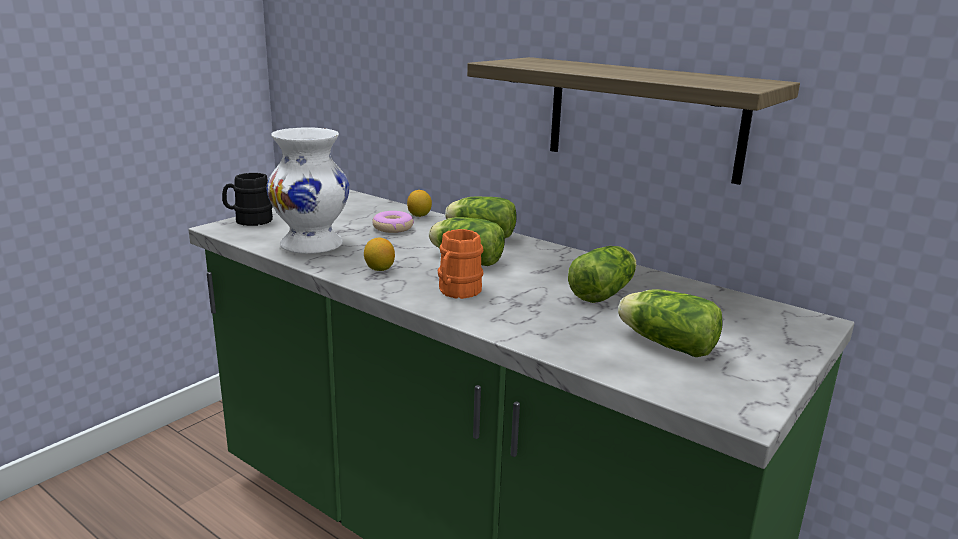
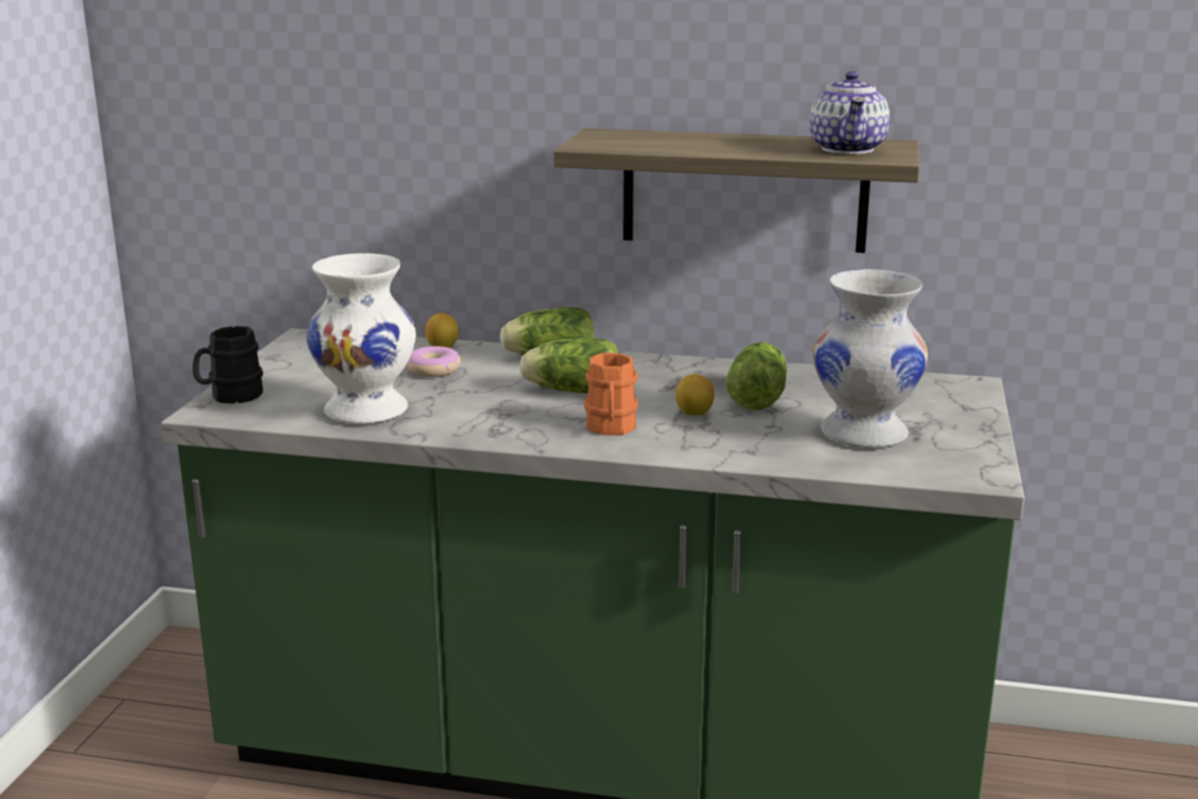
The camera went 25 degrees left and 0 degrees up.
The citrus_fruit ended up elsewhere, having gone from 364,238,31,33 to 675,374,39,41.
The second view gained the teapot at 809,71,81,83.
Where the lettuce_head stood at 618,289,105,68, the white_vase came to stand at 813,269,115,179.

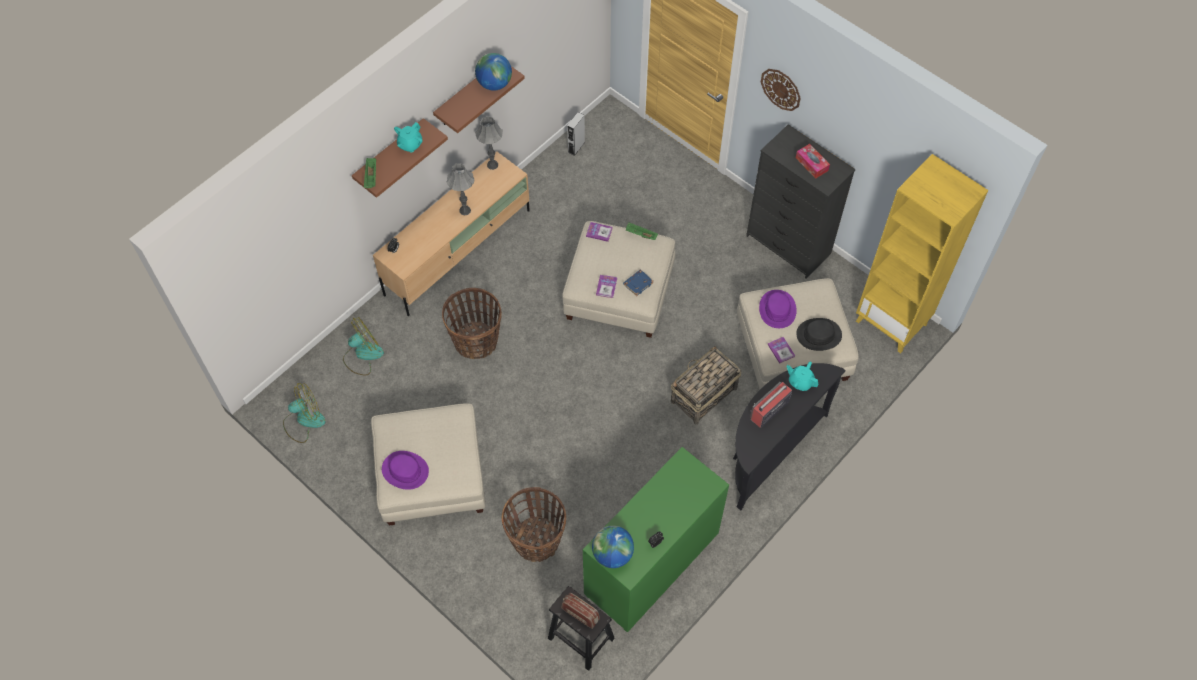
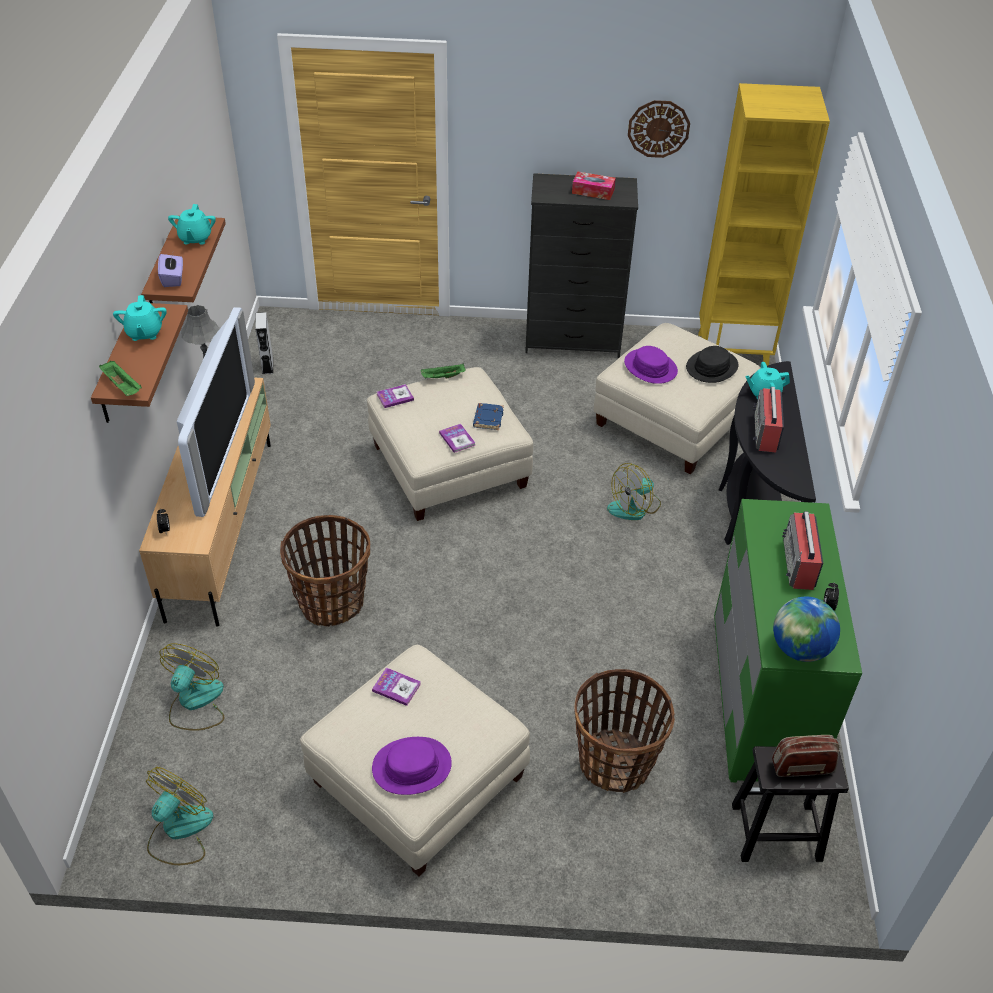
The camera went 40 degrees left and 15 degrees down.
The second view gained the purplish_tissue_holder at 158,253,25,34.
Where the desk_globe stood at 475,53,37,38, the blue-green_teapot came to stand at 168,204,48,41.
Where the grey_table_lamp stood at 446,163,28,52, the television came to stand at 177,307,78,210.
The volume ended up elsewhere, having gone from 768,337,28,27 to 372,667,49,39.
Where the household_basket stood at 671,346,70,79, the cooling_fan came to stand at 607,463,54,57.
The hanging_clock ended up elsewhere, having gone from 761,69,40,42 to 628,100,62,58.
The second view gained the radio_receiver at 782,511,41,79.

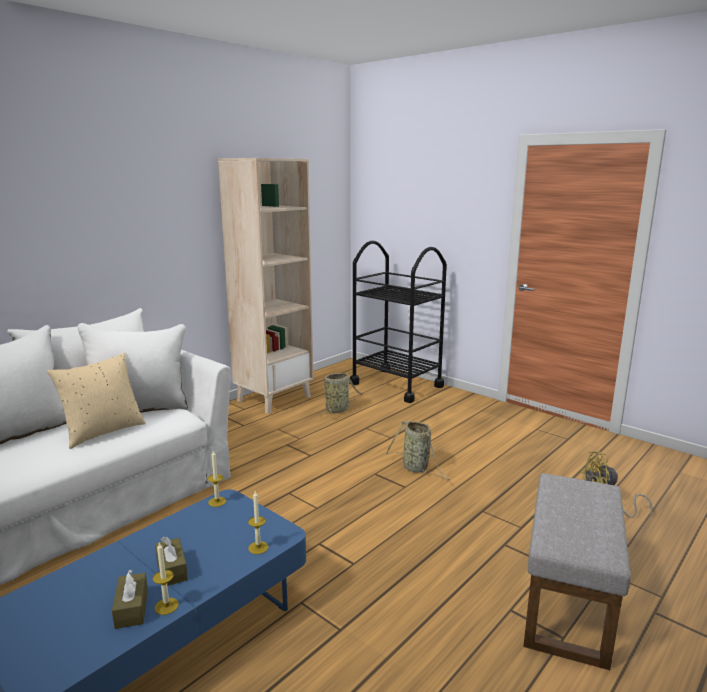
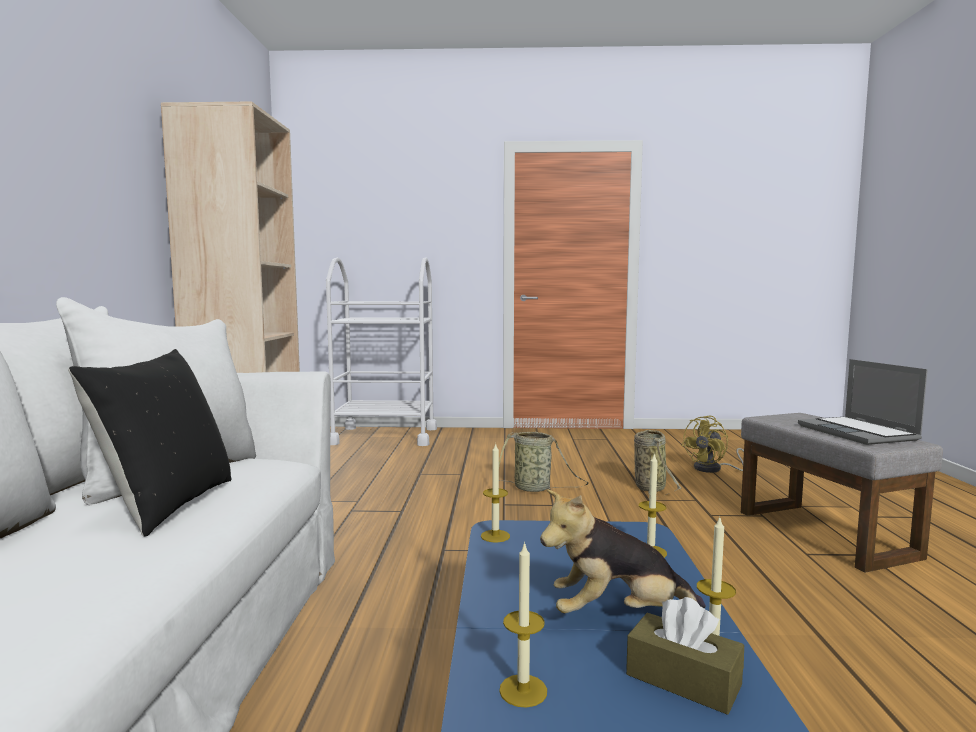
The camera went 40 degrees left and 10 degrees down.
What was the sand-coloured_throw_pillow at 47,352,98,97 turned into the black_throw_pillow at 68,349,163,188.
What was the black_cart at 350,241,97,162 turned into the white_cart at 326,257,111,189.
The second view gained the wax_light at 499,541,48,167.
Where the brown-coloured_tissue_holder stood at 155,536,33,50, the soft_toy came to stand at 540,489,166,124.
The household_basket ended up elsewhere, having gone from 318,373,44,42 to 634,430,47,67.
The second view gained the notebook_computer at 798,359,130,86.

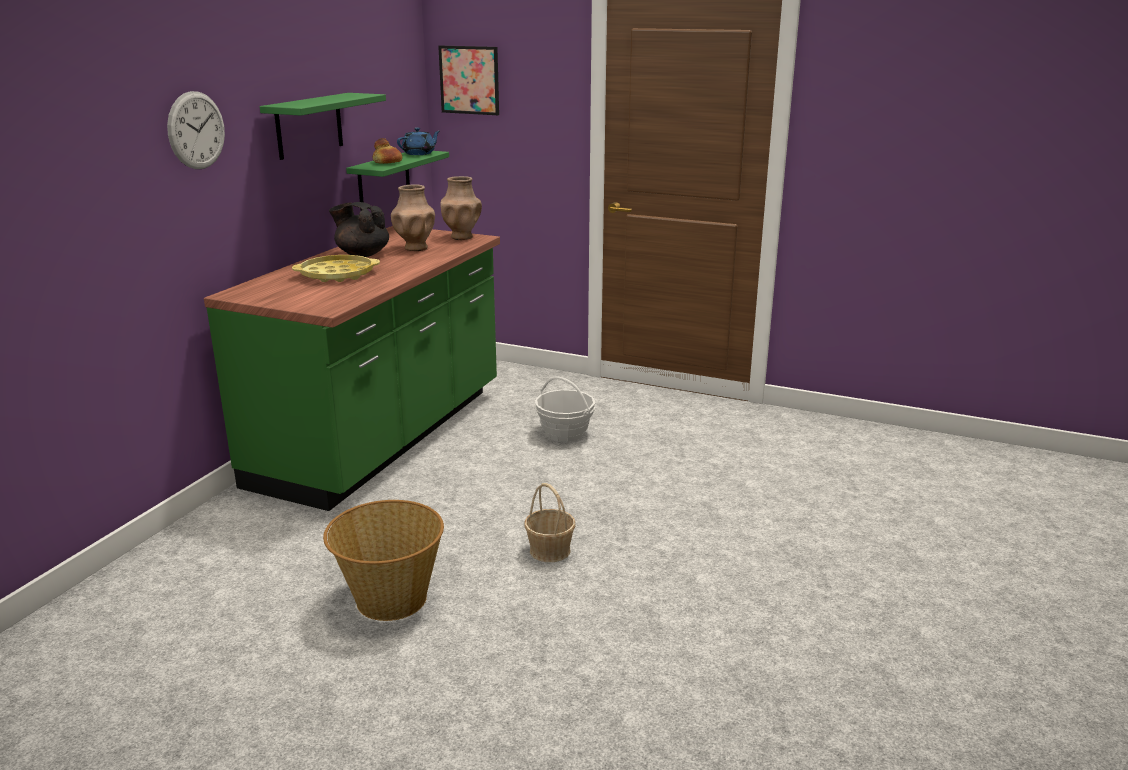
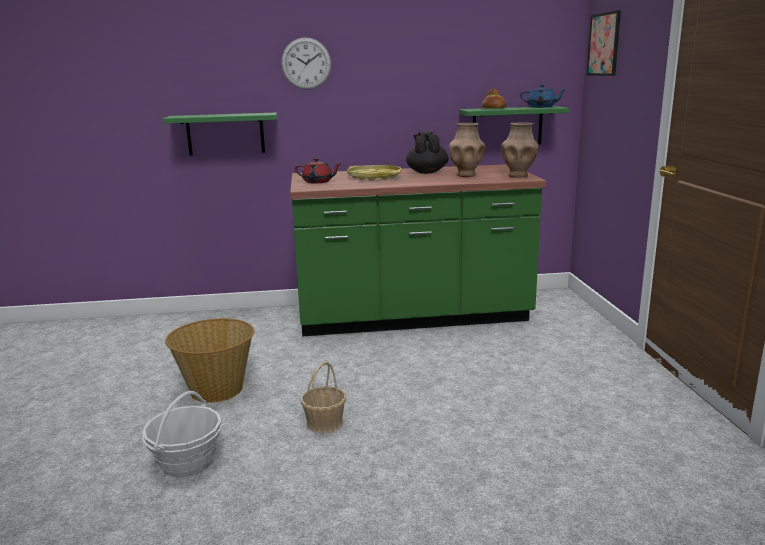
The camera went 60 degrees right and 5 degrees down.
The household_basket ended up elsewhere, having gone from 534,376,61,66 to 142,391,80,87.
The green-coloured_shelf ended up elsewhere, having gone from 260,93,126,67 to 162,113,115,43.
The second view gained the red-coloured_teapot at 295,158,47,26.

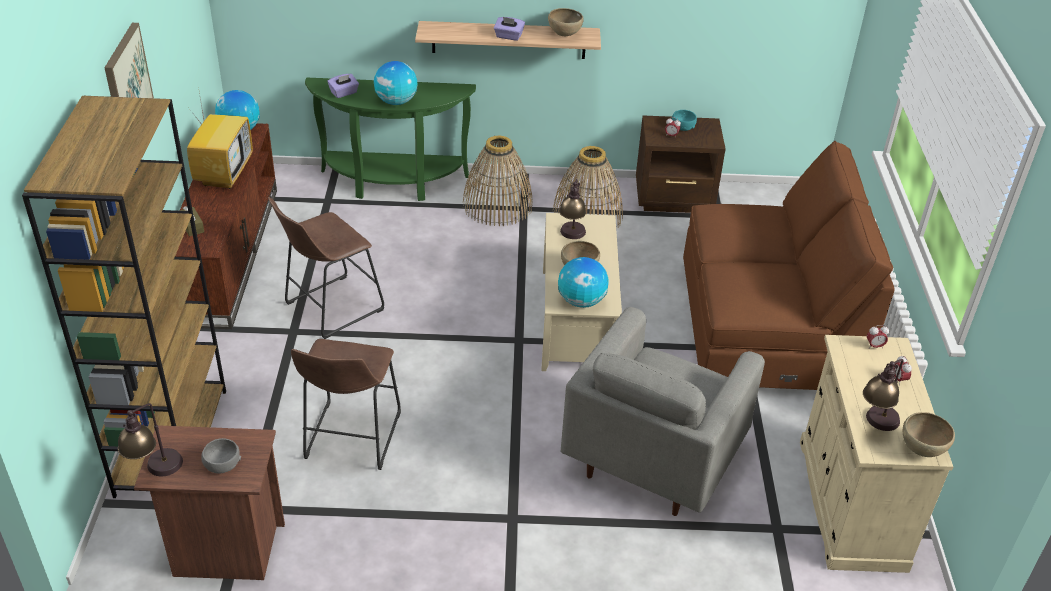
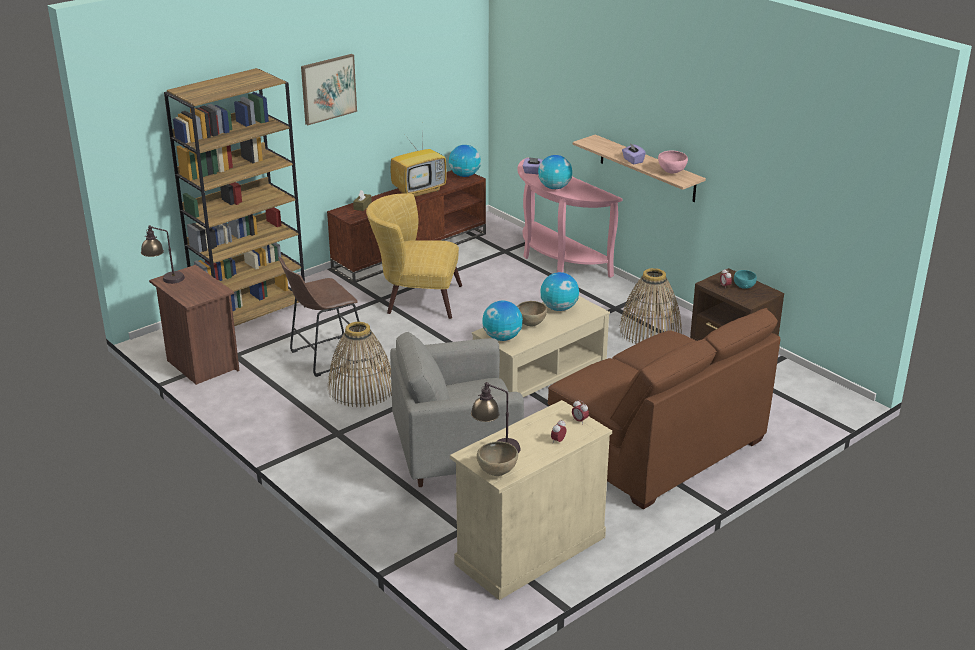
The camera went 50 degrees right and 10 degrees down.
The household_basket ended up elsewhere, having gone from 463,136,70,90 to 328,322,64,86.
Where the brown-coloured_stool_seat stood at 268,197,116,142, the yellow_armchair came to stand at 366,193,96,126.
What was the green-coloured_hall_table at 305,77,171,124 turned into the pink-coloured_hall_table at 517,158,105,120.
Where the table_lamp stood at 559,179,27,60, the desk_globe came to stand at 540,272,39,39.
What was the brown-coloured_bowl at 548,8,36,28 turned into the pink-coloured_bowl at 658,150,30,24.
The second view lost the grey_bowl at 201,438,40,36.

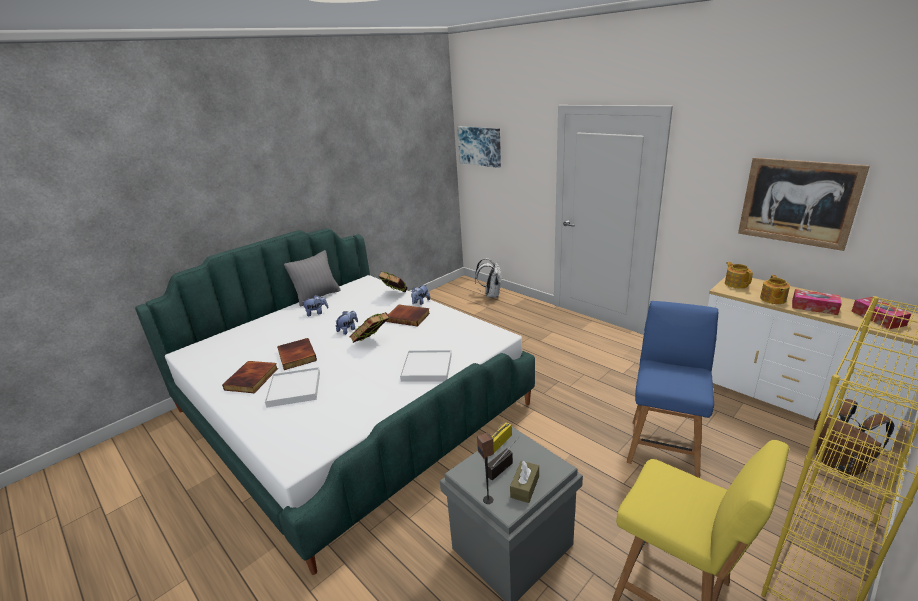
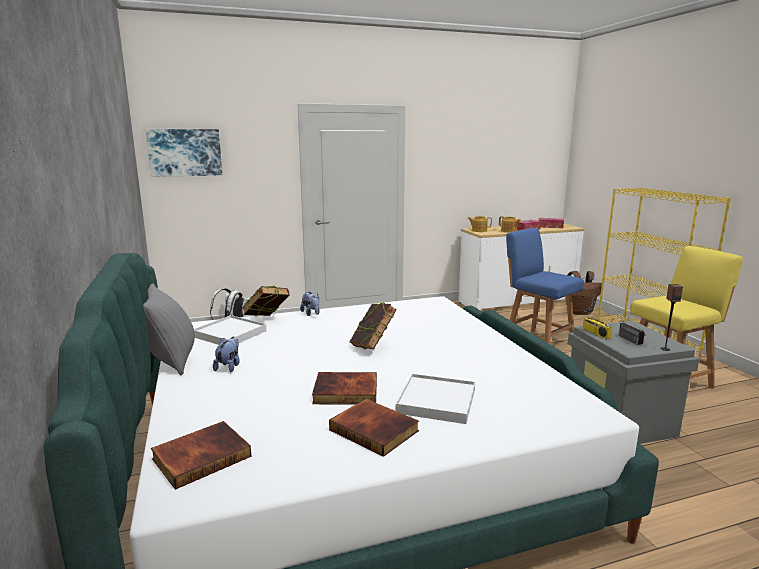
The camera went 65 degrees left and 10 degrees down.
The volume ended up elsewhere, having gone from 386,305,44,21 to 151,421,101,69.
The white_carrying_tray ended up elsewhere, having gone from 400,350,52,32 to 194,315,72,30.
The second view lost the soft_toy at 335,311,23,24.
The second view lost the brown-coloured_tissue_holder at 510,461,29,42.
The second view lost the wall_picture at 738,157,132,94.

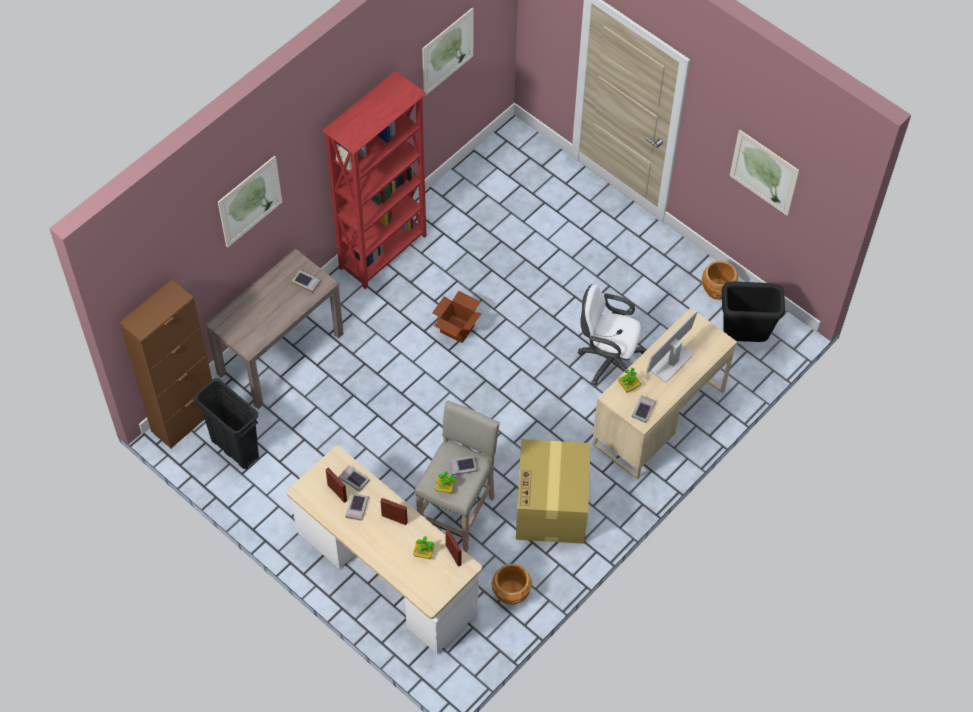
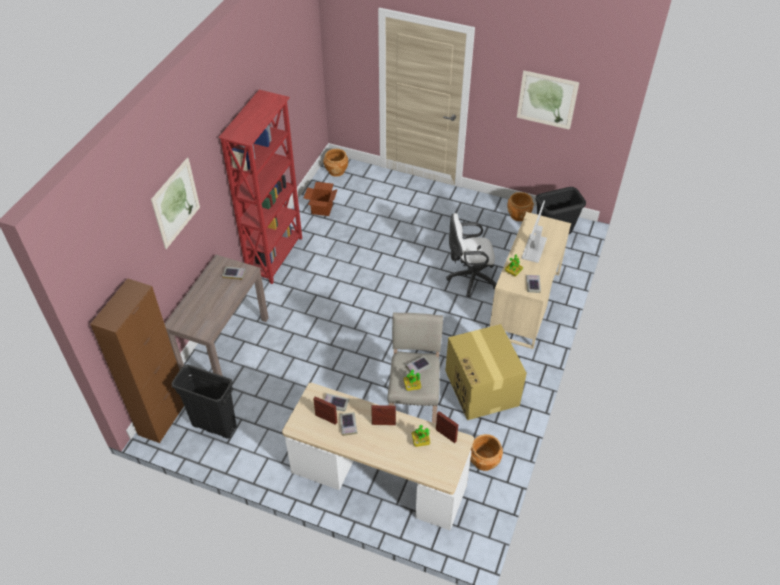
The camera went 20 degrees left and 10 degrees down.
The carton ended up elsewhere, having gone from 432,291,50,52 to 304,182,34,34.
The second view gained the brown-coloured_flower_pot at 323,149,25,28.
The second view lost the wall_picture at 422,7,52,89.

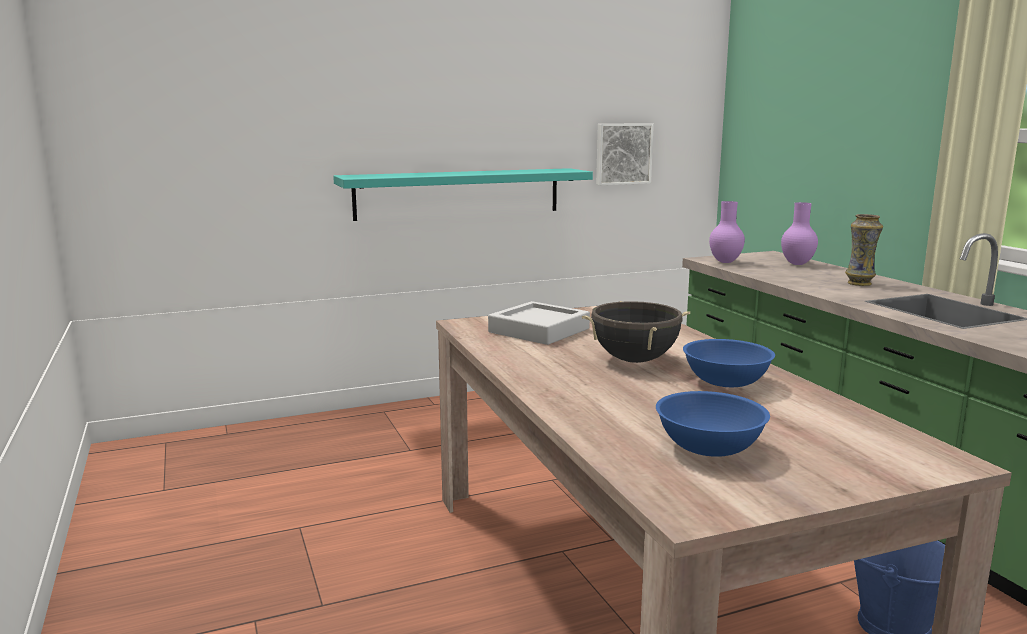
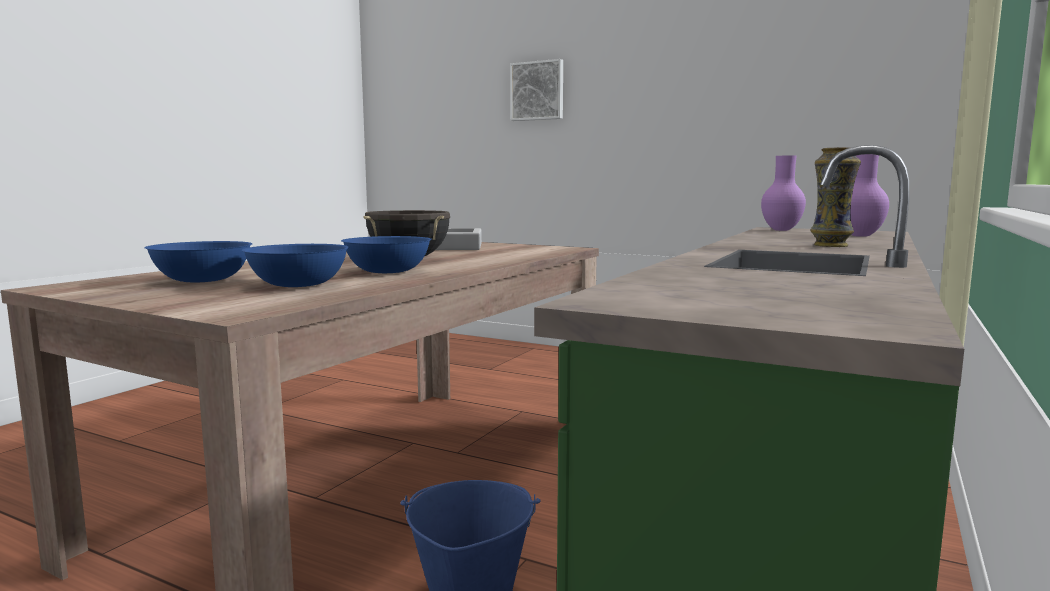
The camera went 50 degrees right and 5 degrees down.
The second view gained the bluish_bowl at 241,244,108,43.
The wall_picture ended up elsewhere, having gone from 596,123,58,62 to 510,59,53,62.
The second view lost the blue-green_shelf at 333,168,260,53.

